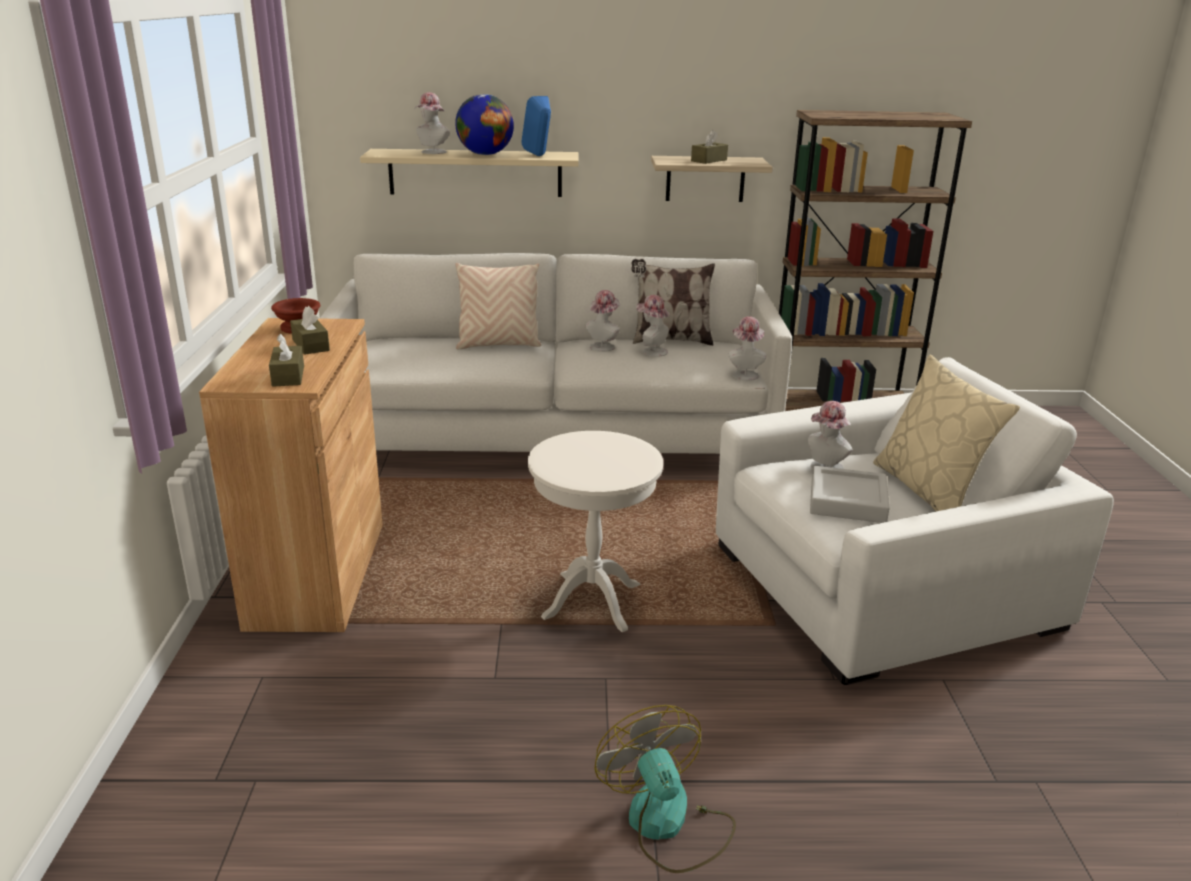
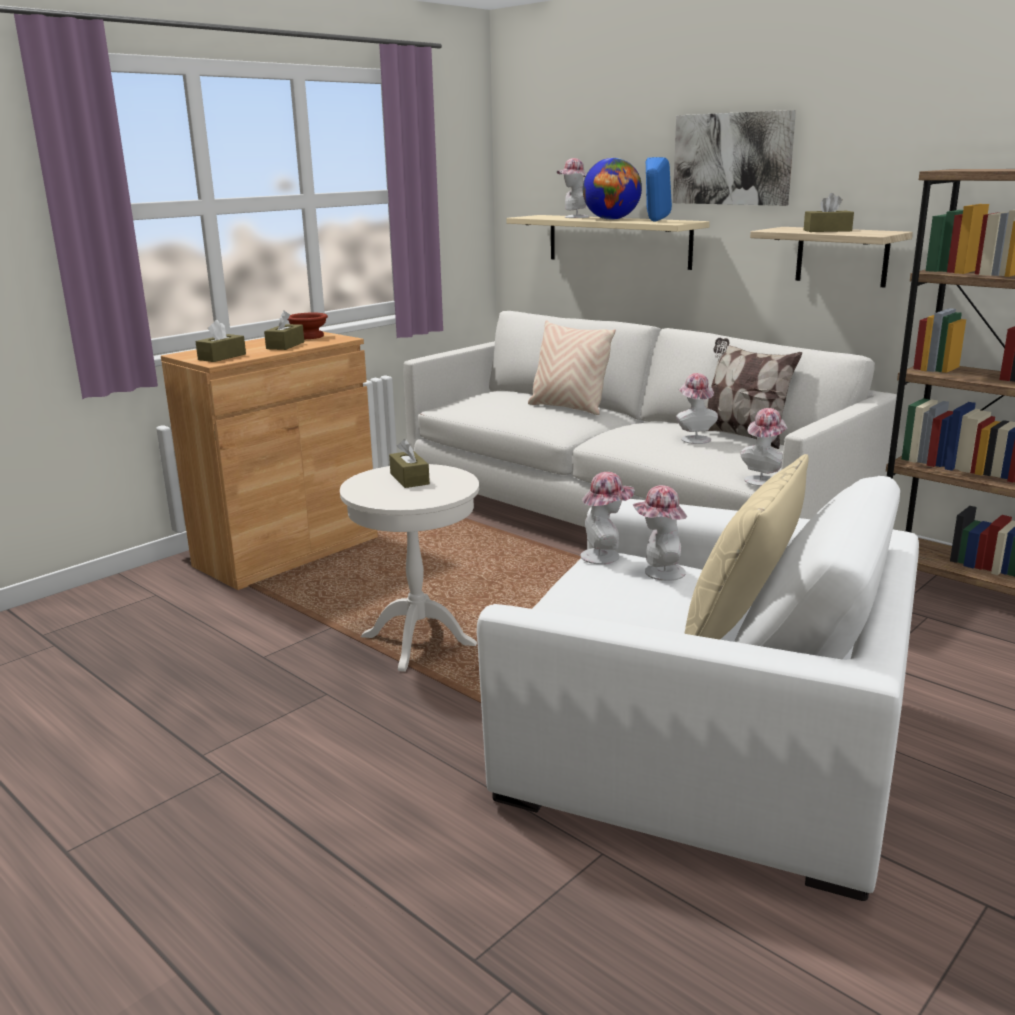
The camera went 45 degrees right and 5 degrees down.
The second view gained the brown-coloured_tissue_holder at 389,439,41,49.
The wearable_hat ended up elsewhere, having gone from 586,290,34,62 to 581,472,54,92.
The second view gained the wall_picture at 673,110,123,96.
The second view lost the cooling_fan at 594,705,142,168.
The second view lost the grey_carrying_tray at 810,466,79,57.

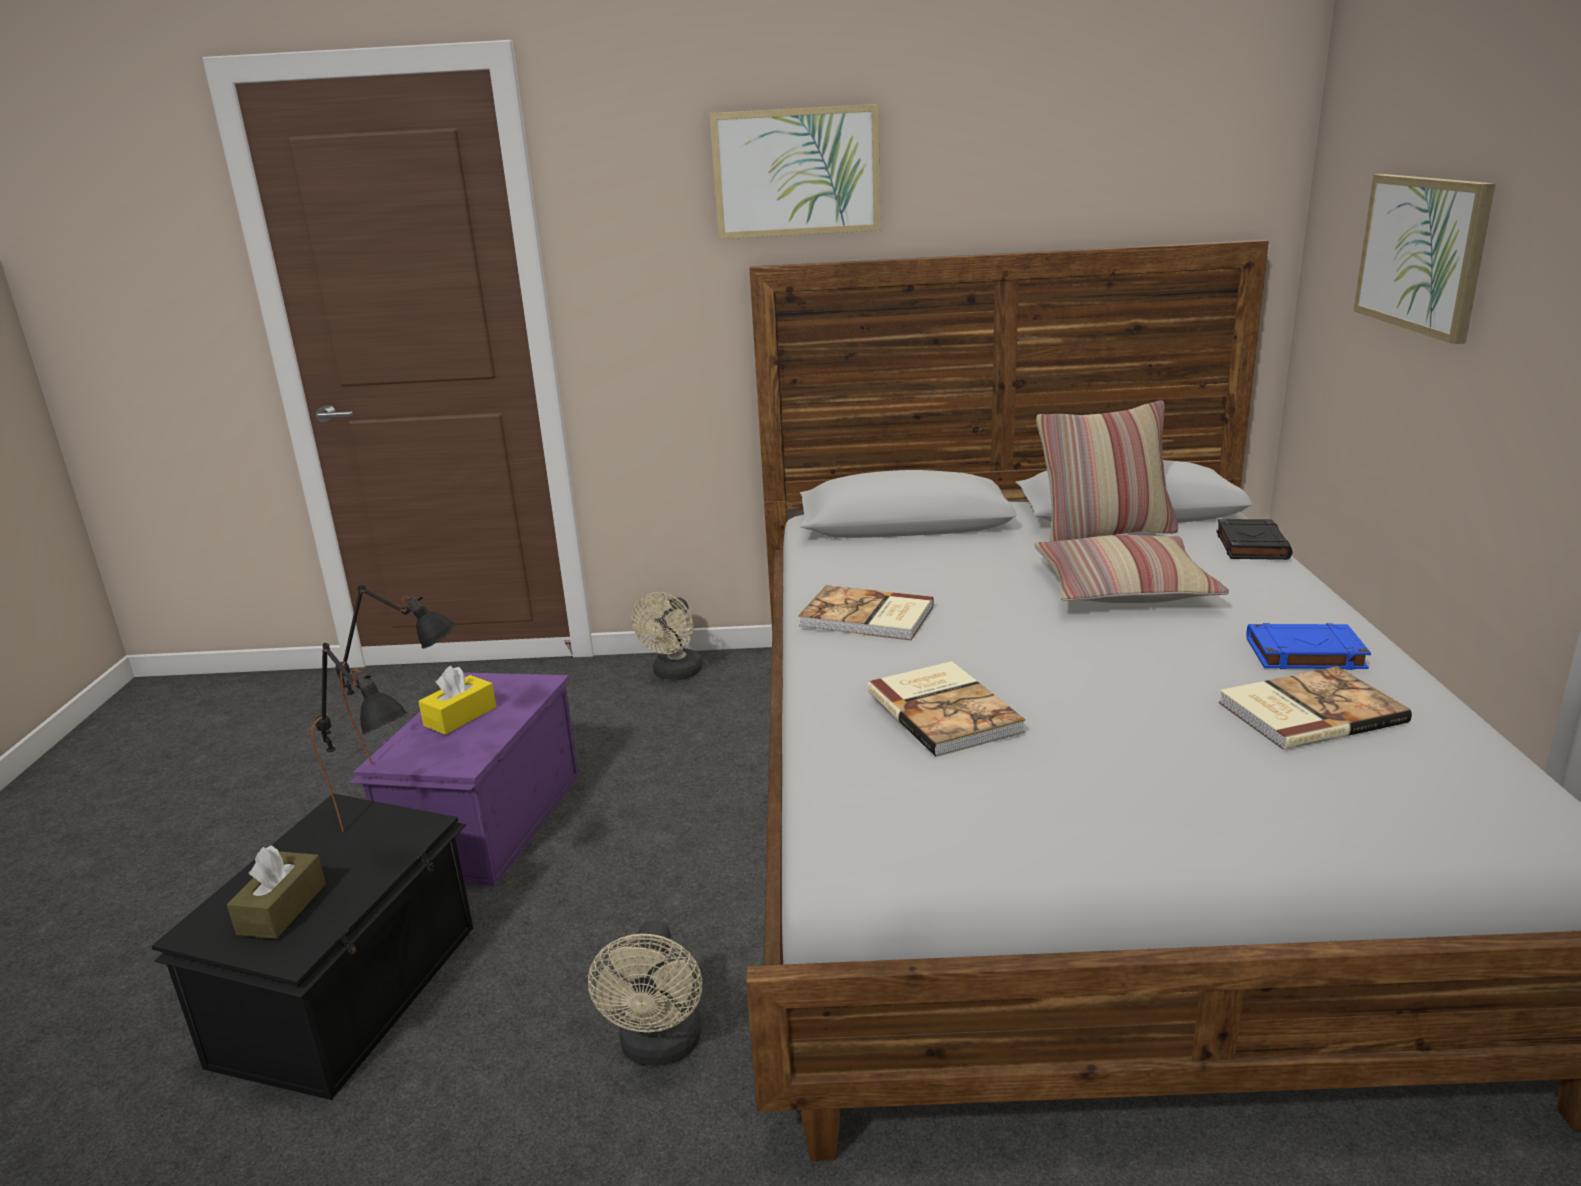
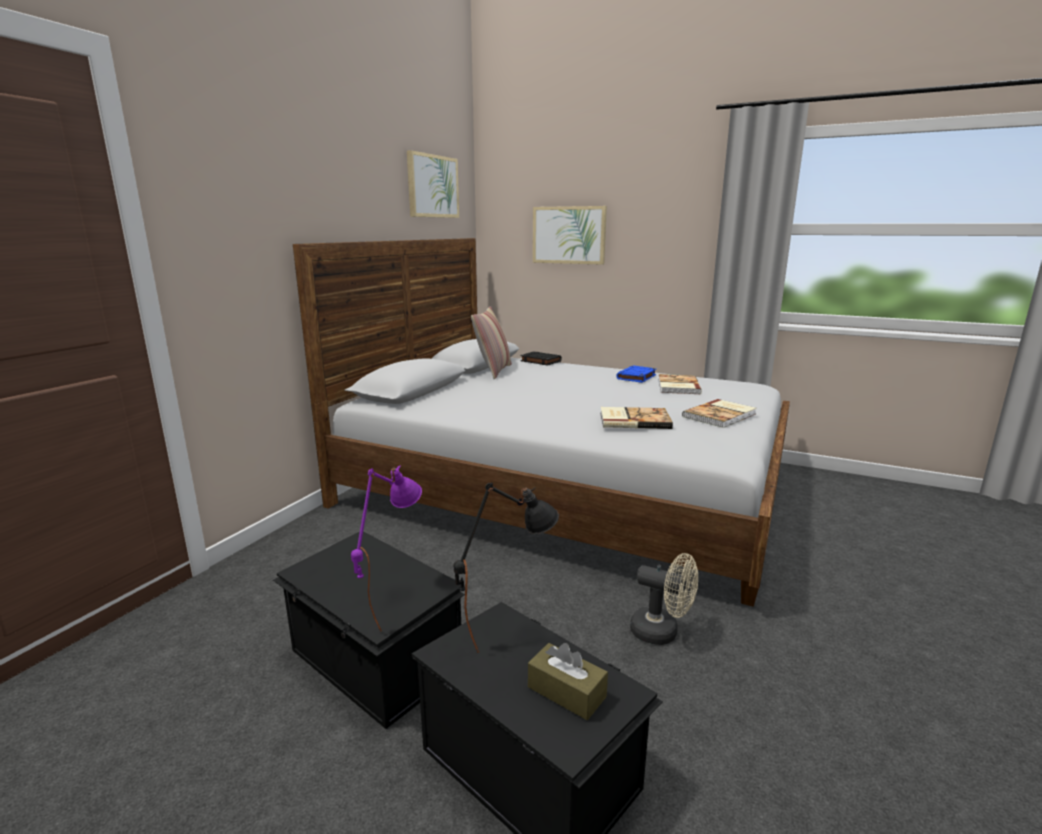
The camera went 65 degrees left and 5 degrees down.
What was the purplish_storage_bin at 349,672,230,215 turned into the black_storage_bin at 273,531,192,198.
What was the black_table_lamp at 335,584,121,181 turned into the purplish_table_lamp at 351,466,71,165.
The wall_picture ended up elsewhere, having gone from 709,104,172,135 to 407,150,52,68.
The volume ended up elsewhere, having gone from 798,585,136,55 to 682,399,75,29.
The second view lost the yellow_tissue_holder at 418,666,78,69.
The second view lost the sand-coloured_cooling_fan at 631,592,71,88.
The second view lost the throw_pillow at 1034,535,195,68.

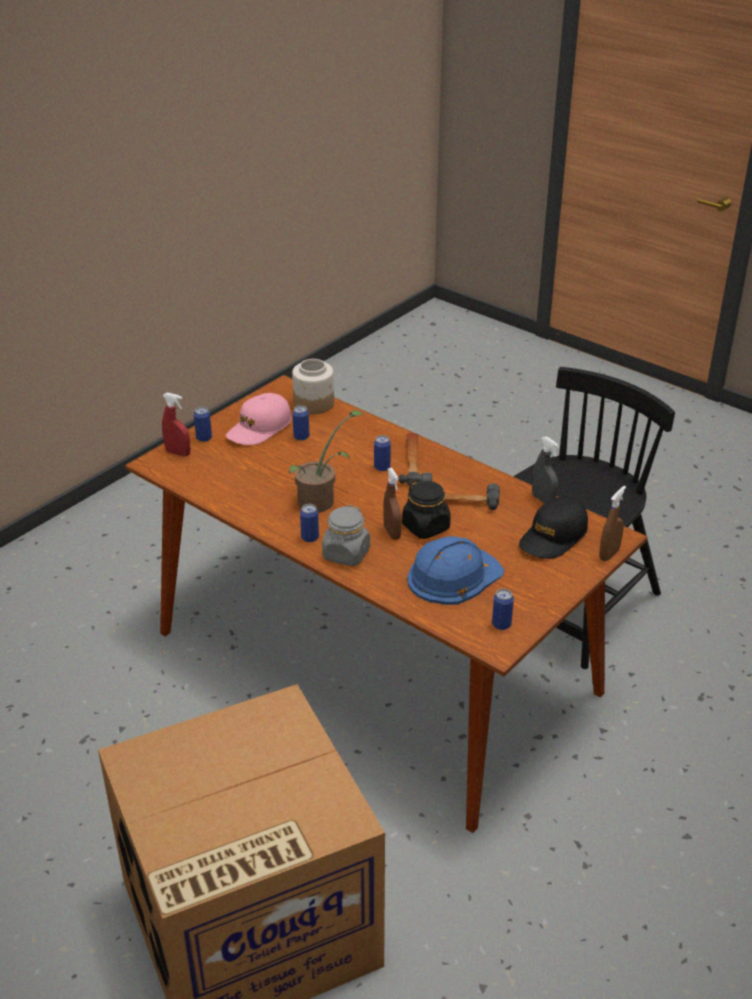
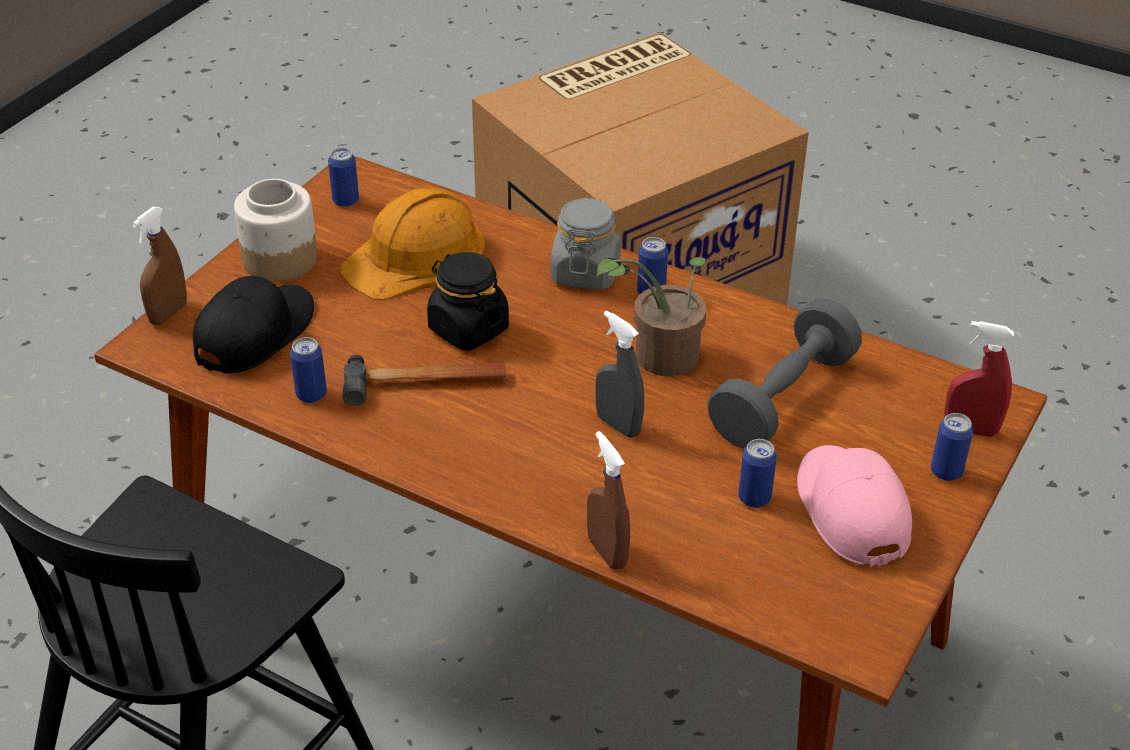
The camera went 170 degrees right and 5 degrees up.
The storage_jar ended up elsewhere, having gone from 292,359,42,55 to 234,179,84,103.
The sealed_can ended up elsewhere, having gone from 374,435,17,36 to 290,337,37,66.
What was the bluish_hard_hat at 407,536,98,69 turned into the orange_hard_hat at 339,188,146,112.
The brown-coloured_hand_sprayer ended up elsewhere, having gone from 383,468,19,72 to 587,431,43,139.
The grey_hand_sprayer ended up elsewhere, having gone from 532,436,27,68 to 595,310,49,128.
The second view gained the grey_dumbbell at 707,298,155,151.
The pink-coloured_peaked_cap at 226,393,66,52 ended up facing another way, 45 degrees counterclockwise from before.
The second view lost the tool_hammer at 399,433,33,53.

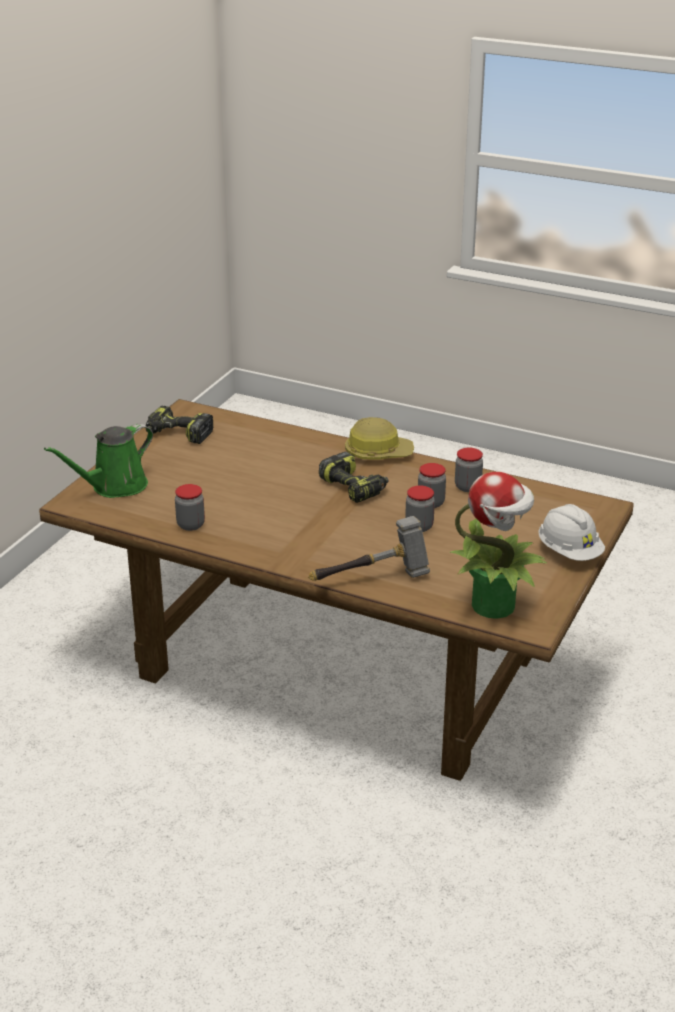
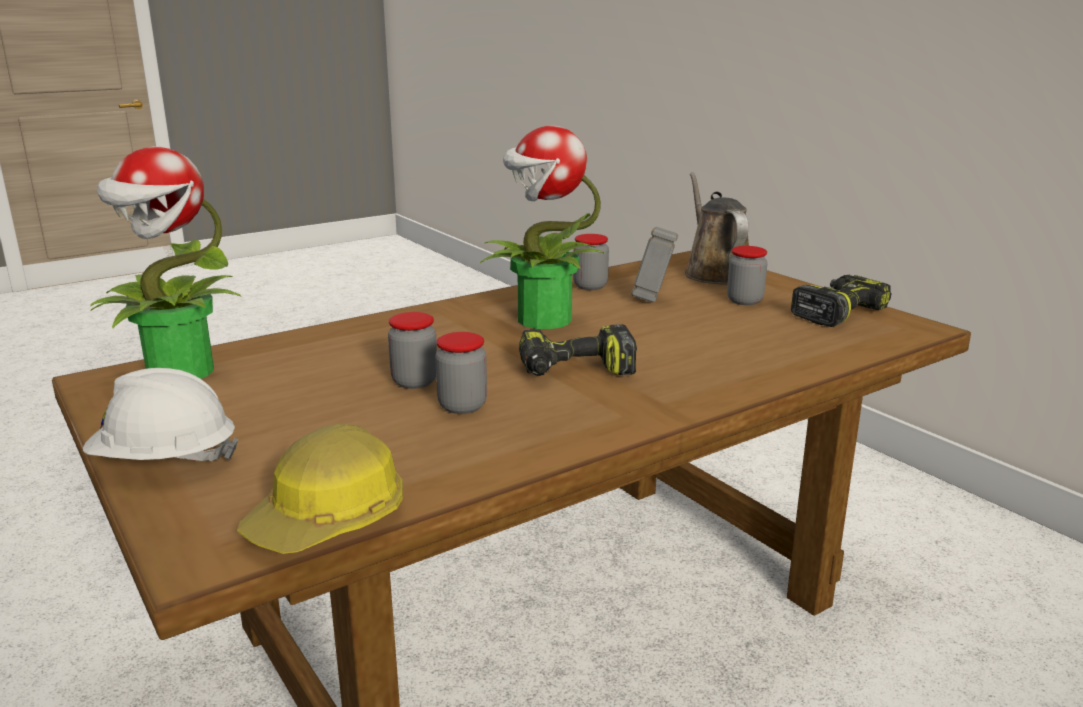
The camera went 120 degrees right and 10 degrees down.
The hard_hat ended up elsewhere, having gone from 345,417,69,43 to 237,423,166,131.
The second view gained the houseplant at 480,126,125,203.
The tool_hammer ended up elsewhere, having gone from 308,516,122,65 to 631,227,47,76.
What was the green-coloured_watering_can at 44,424,109,74 turned into the brown-coloured_watering_can at 685,172,64,113.
The storage_jar ended up elsewhere, having gone from 455,448,28,44 to 727,246,40,59.

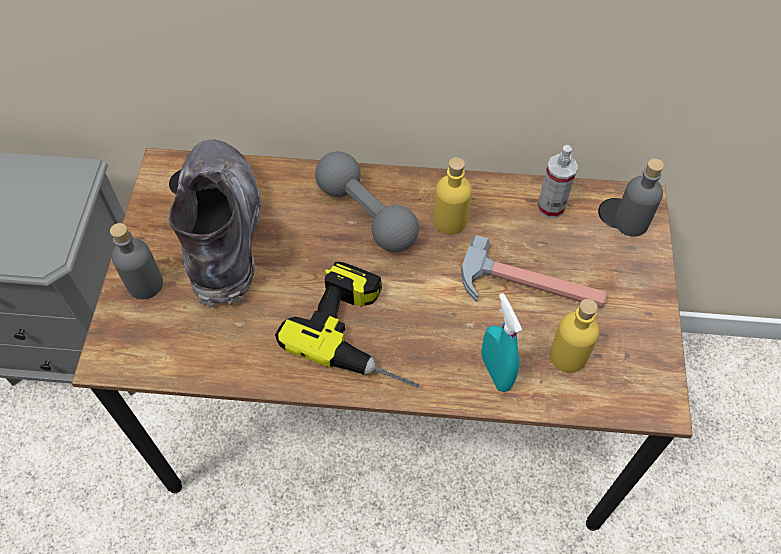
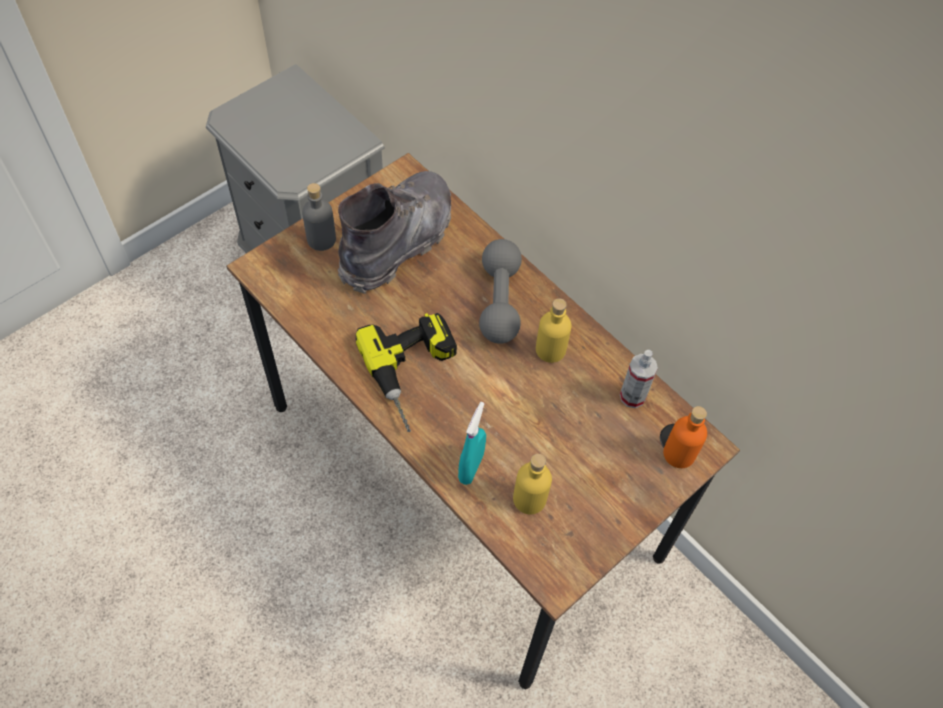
The camera went 40 degrees right and 0 degrees up.
What was the grey_beverage_bottle at 615,158,49,79 turned into the orange_beverage_bottle at 663,406,44,62.
The second view lost the tool_hammer at 461,235,146,73.

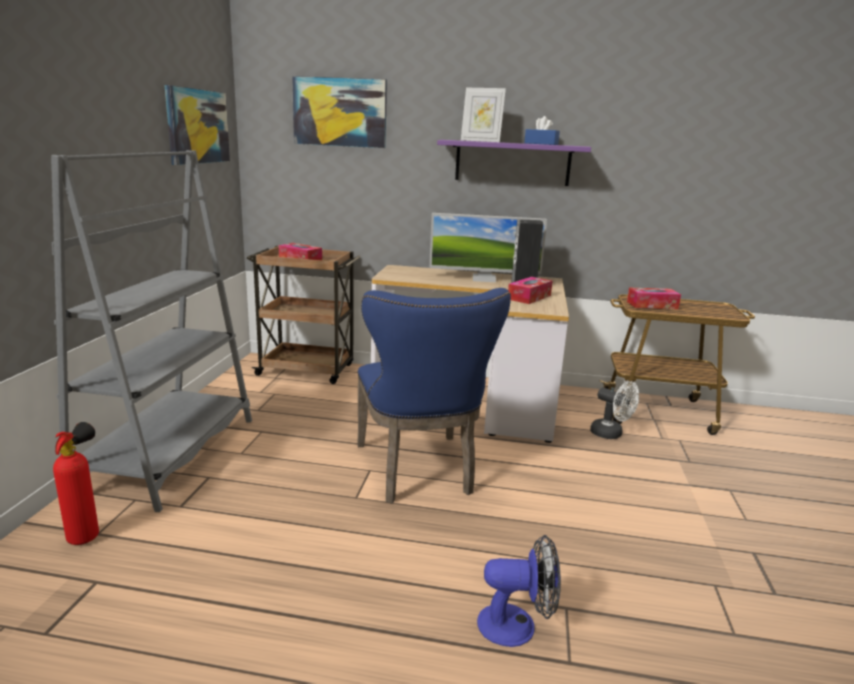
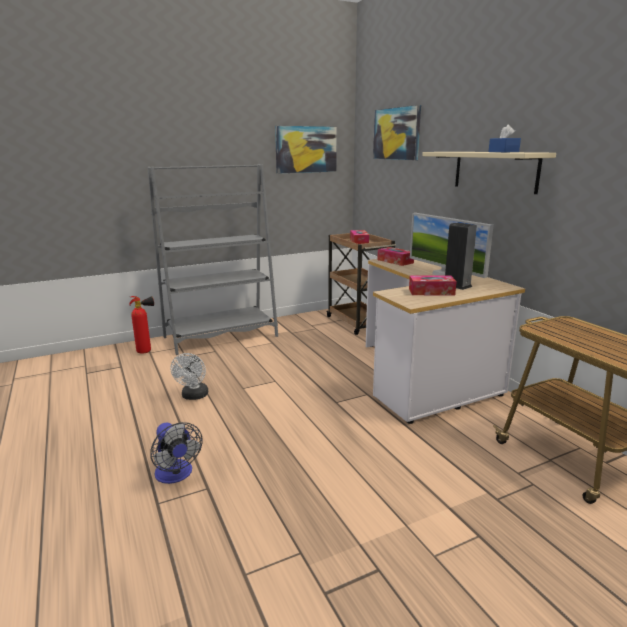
The camera went 55 degrees right and 0 degrees up.
The white_cooling_fan ended up elsewhere, having gone from 590,381,49,58 to 170,353,38,47.
The tissue_holder ended up elsewhere, having gone from 627,288,54,21 to 377,247,37,19.
What was the purplish_shelf at 437,140,154,46 turned into the sand-coloured_shelf at 422,152,134,42.
The second view lost the bluish_upright_chair at 357,288,154,216.
The second view lost the photo_frame at 461,88,45,54.

